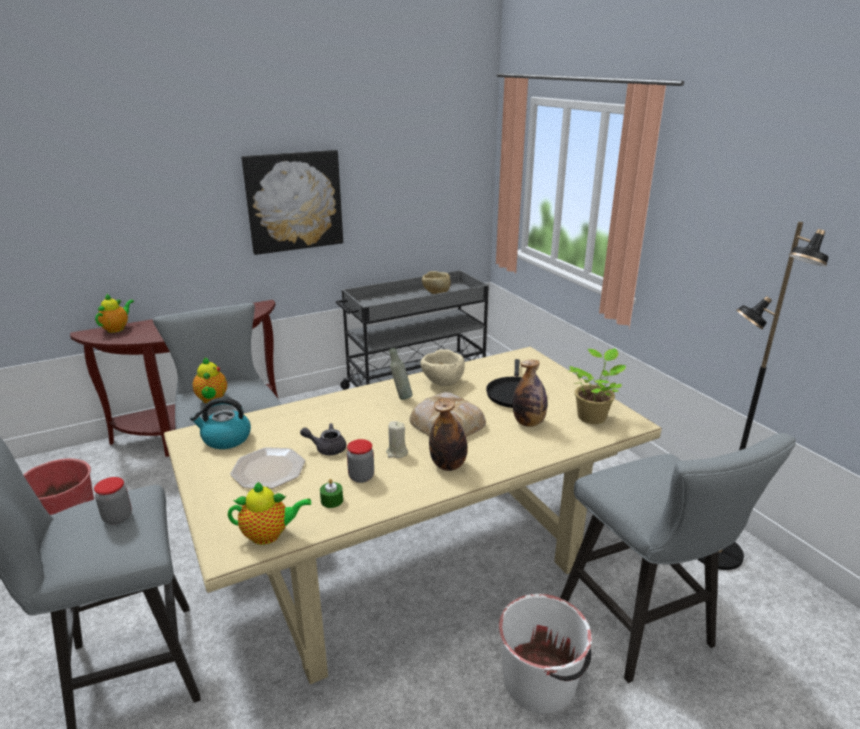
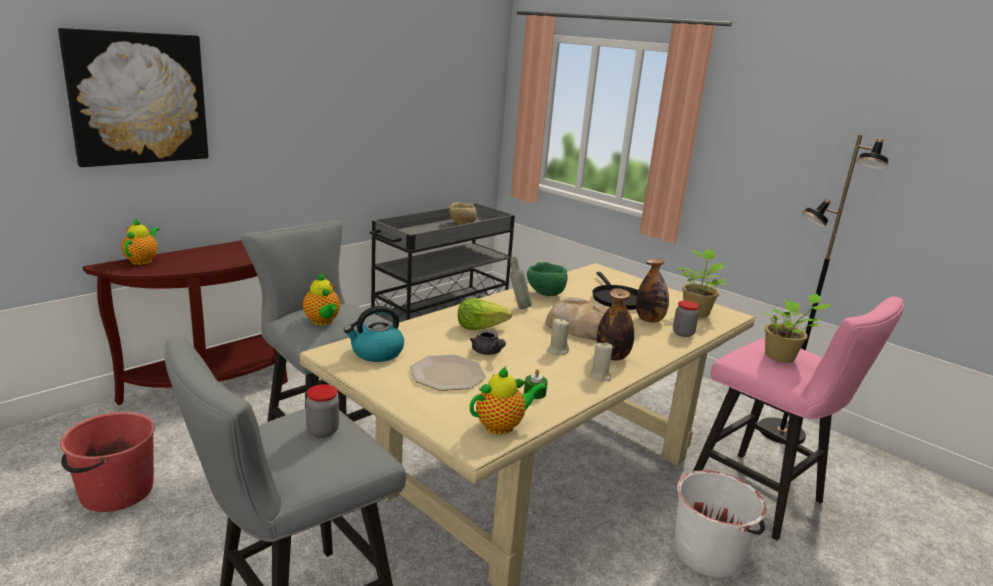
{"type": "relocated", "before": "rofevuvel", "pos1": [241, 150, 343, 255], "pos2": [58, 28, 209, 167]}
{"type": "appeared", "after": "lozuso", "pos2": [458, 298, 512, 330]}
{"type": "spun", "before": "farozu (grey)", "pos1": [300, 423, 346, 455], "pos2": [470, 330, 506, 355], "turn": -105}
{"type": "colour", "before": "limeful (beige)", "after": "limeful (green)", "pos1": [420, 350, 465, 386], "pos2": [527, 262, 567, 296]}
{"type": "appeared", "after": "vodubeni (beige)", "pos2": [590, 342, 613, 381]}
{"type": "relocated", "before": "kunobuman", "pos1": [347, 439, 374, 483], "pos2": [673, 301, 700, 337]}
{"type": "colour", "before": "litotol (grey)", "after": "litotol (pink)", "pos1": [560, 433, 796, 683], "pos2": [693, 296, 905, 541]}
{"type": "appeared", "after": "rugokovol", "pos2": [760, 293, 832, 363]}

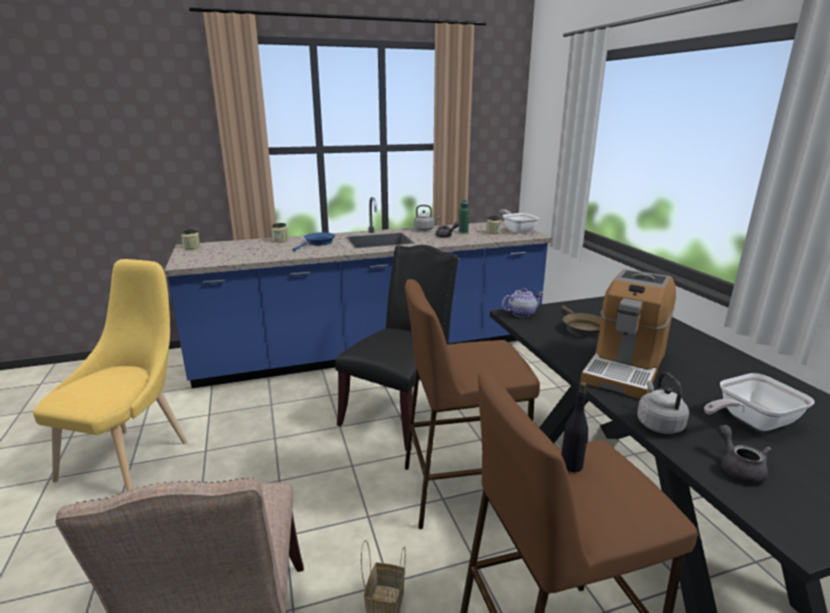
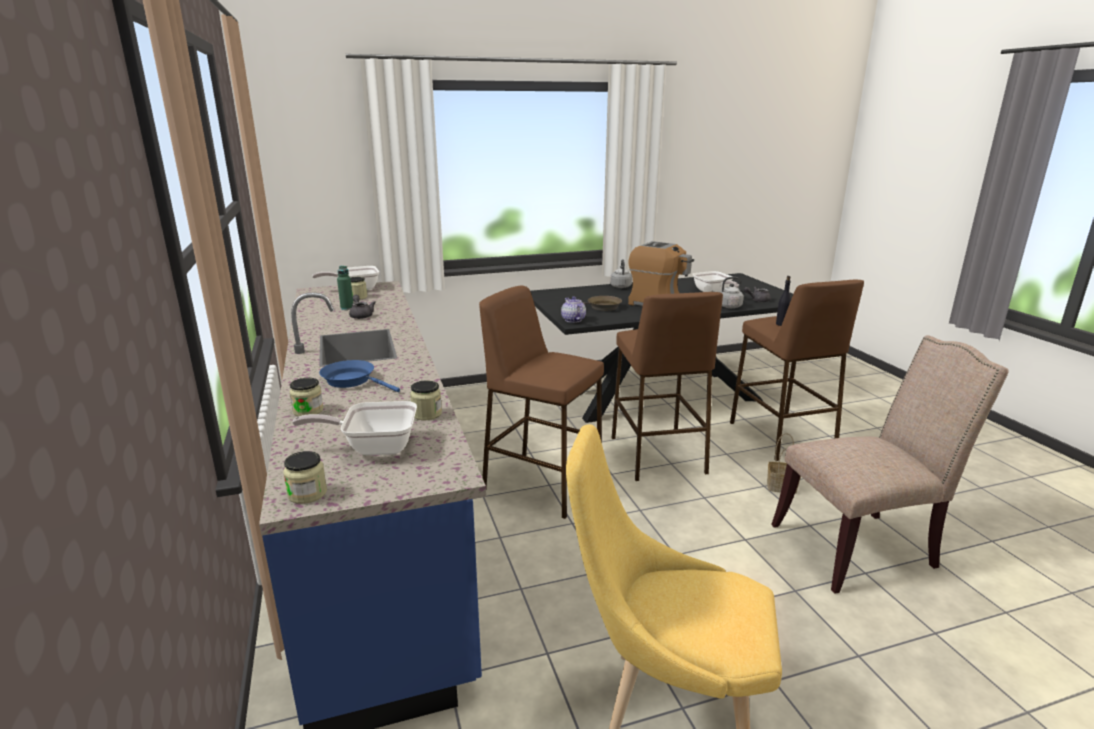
{"type": "appeared", "after": "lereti", "pos2": [292, 401, 417, 455]}
{"type": "appeared", "after": "kunobuman", "pos2": [410, 380, 442, 420]}
{"type": "exchanged", "before": "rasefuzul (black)", "after": "litotol (brown)", "pos1": [335, 245, 458, 451], "pos2": [479, 285, 604, 519]}
{"type": "relocated", "before": "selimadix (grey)", "pos1": [414, 205, 440, 231], "pos2": [610, 259, 632, 288]}

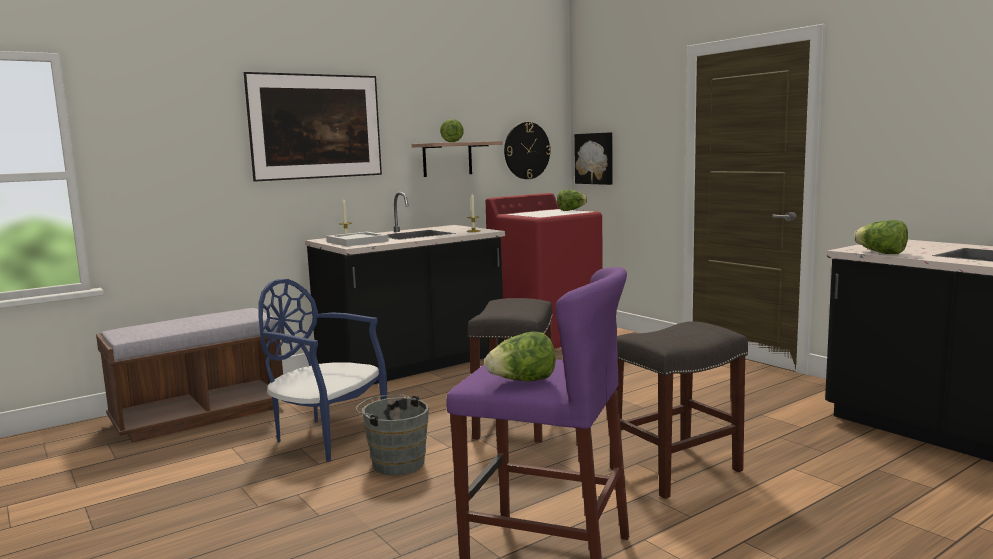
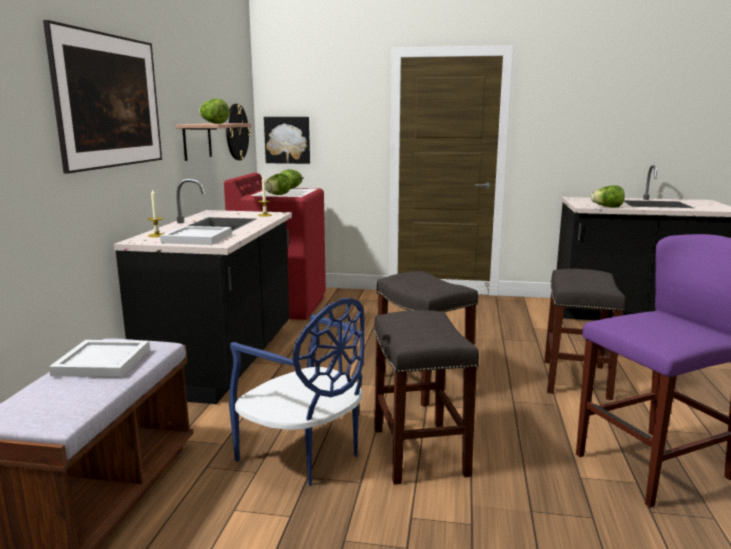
{"type": "appeared", "after": "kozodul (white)", "pos2": [49, 340, 150, 378]}
{"type": "spun", "before": "rasefuzul (blue)", "pos1": [258, 279, 387, 462], "pos2": [229, 298, 365, 486], "turn": -120}
{"type": "relocated", "before": "lozuso", "pos1": [485, 331, 556, 381], "pos2": [265, 174, 291, 195]}
{"type": "exchanged", "before": "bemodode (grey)", "after": "litotol (grey)", "pos1": [356, 395, 429, 476], "pos2": [374, 310, 479, 485]}

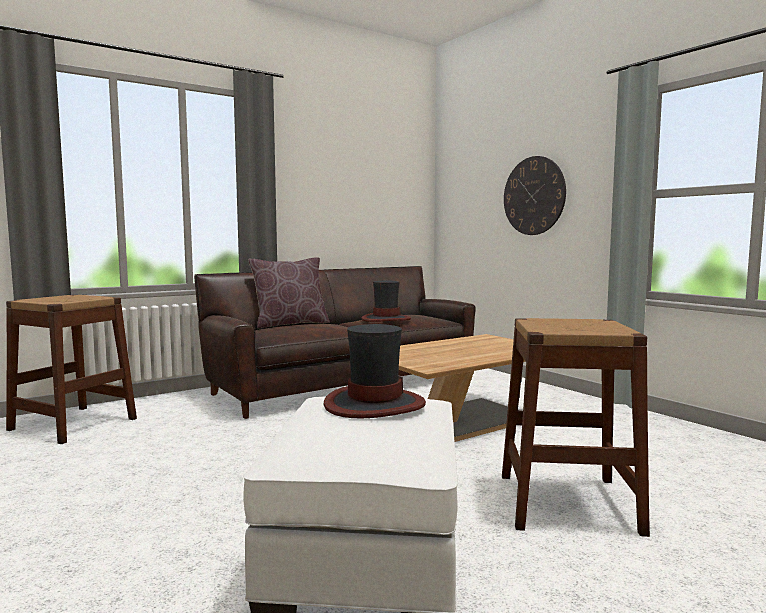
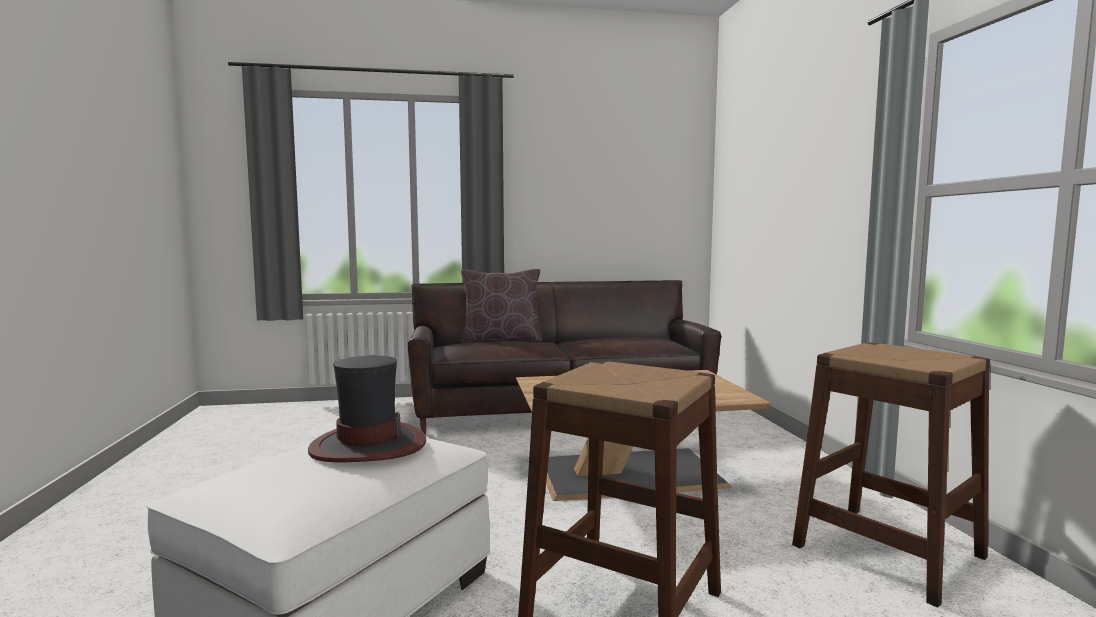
{"type": "relocated", "before": "litotol (brown)", "pos1": [6, 295, 137, 444], "pos2": [792, 342, 990, 607]}
{"type": "missing", "before": "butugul", "pos1": [361, 281, 411, 322]}
{"type": "missing", "before": "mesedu", "pos1": [504, 156, 566, 235]}

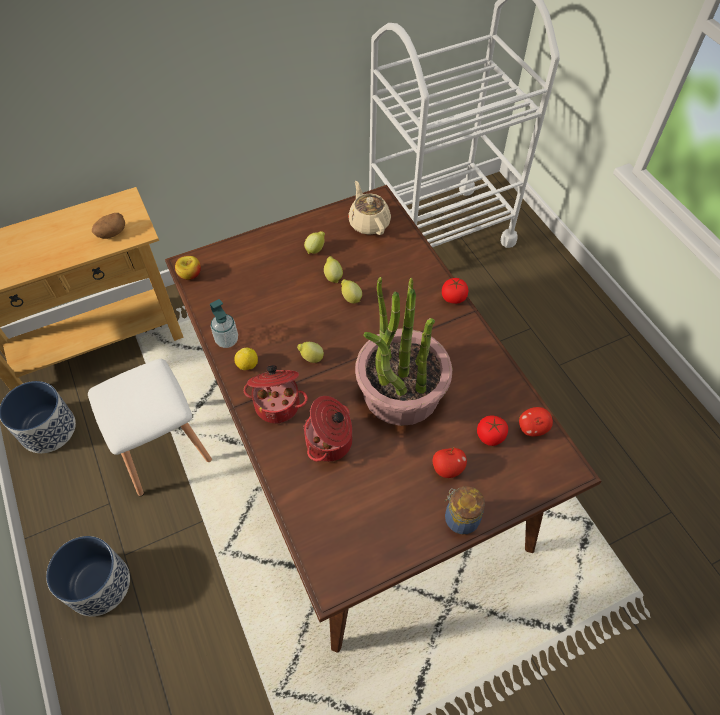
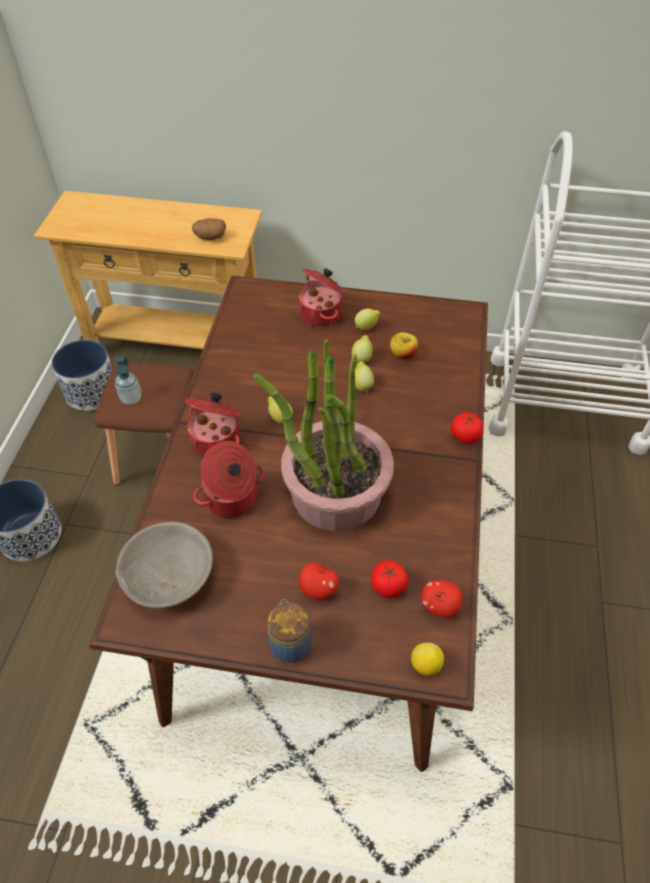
{"type": "colour", "before": "litotol (white)", "after": "litotol (brown)", "pos1": [88, 359, 212, 496], "pos2": [94, 363, 194, 485]}
{"type": "relocated", "before": "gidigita", "pos1": [210, 299, 238, 348], "pos2": [114, 357, 141, 405]}
{"type": "appeared", "after": "limeful (grey)", "pos2": [115, 522, 213, 609]}
{"type": "appeared", "after": "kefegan", "pos2": [298, 268, 345, 327]}
{"type": "relocated", "before": "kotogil", "pos1": [175, 256, 201, 280], "pos2": [390, 332, 418, 359]}
{"type": "relocated", "before": "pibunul", "pos1": [234, 348, 258, 370], "pos2": [411, 643, 444, 676]}
{"type": "missing", "before": "farozu (beige)", "pos1": [348, 181, 391, 235]}

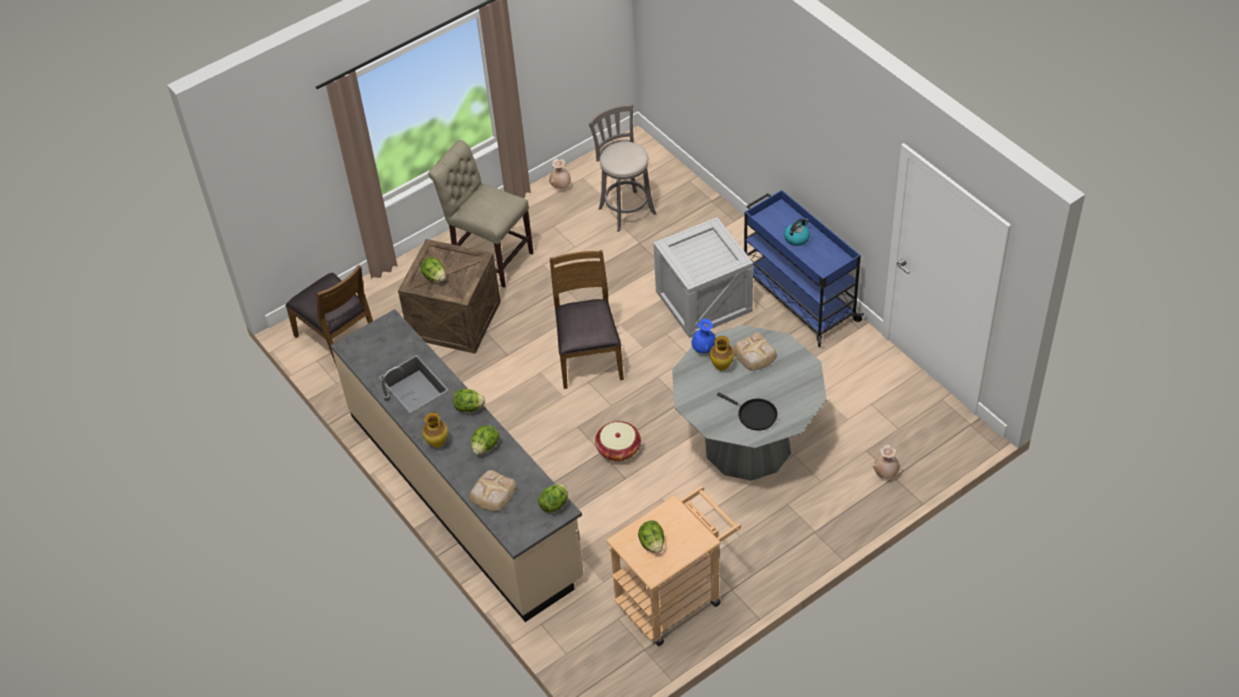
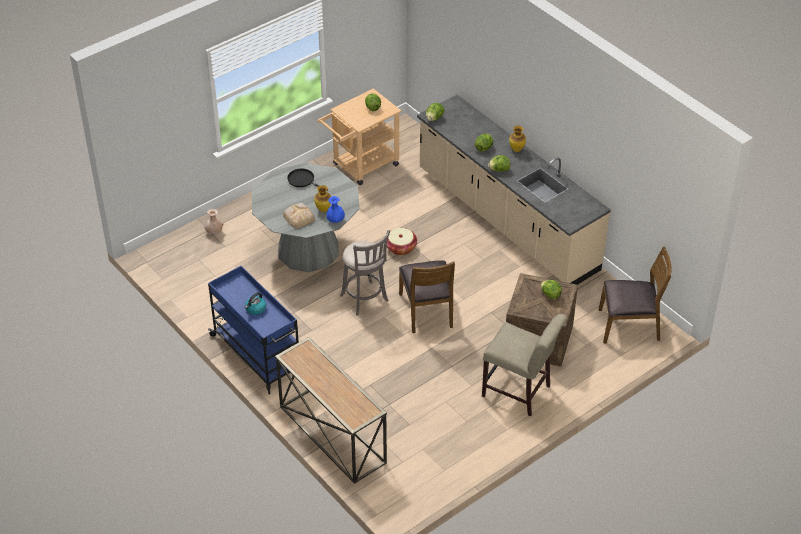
{"type": "appeared", "after": "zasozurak", "pos2": [275, 337, 387, 484]}
{"type": "relocated", "before": "litotol (grey)", "pos1": [589, 104, 656, 232], "pos2": [340, 230, 390, 315]}
{"type": "spun", "before": "rasefuzul (brown)", "pos1": [285, 265, 373, 367], "pos2": [599, 247, 671, 343], "turn": 135}
{"type": "missing", "before": "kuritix", "pos1": [469, 470, 517, 511]}
{"type": "missing", "before": "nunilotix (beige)", "pos1": [549, 158, 571, 189]}
{"type": "missing", "before": "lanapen", "pos1": [654, 217, 753, 338]}

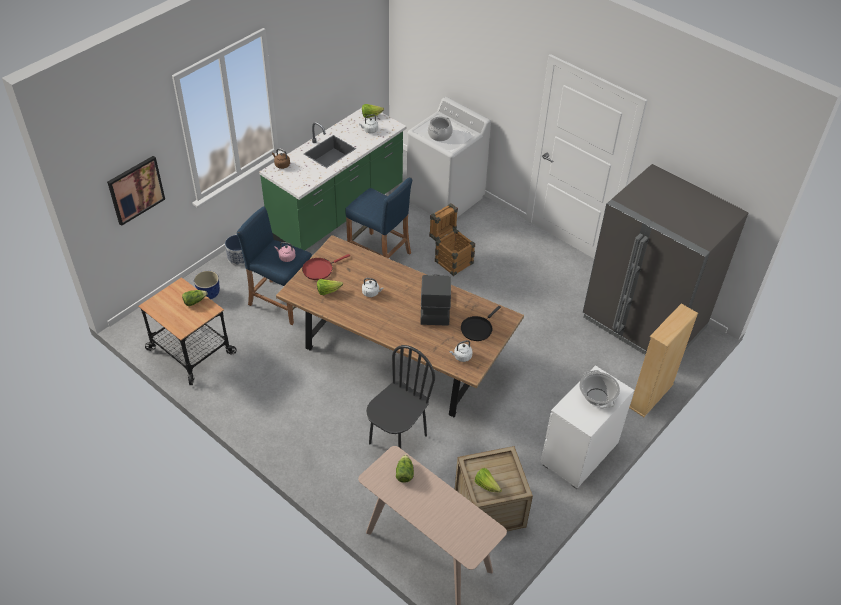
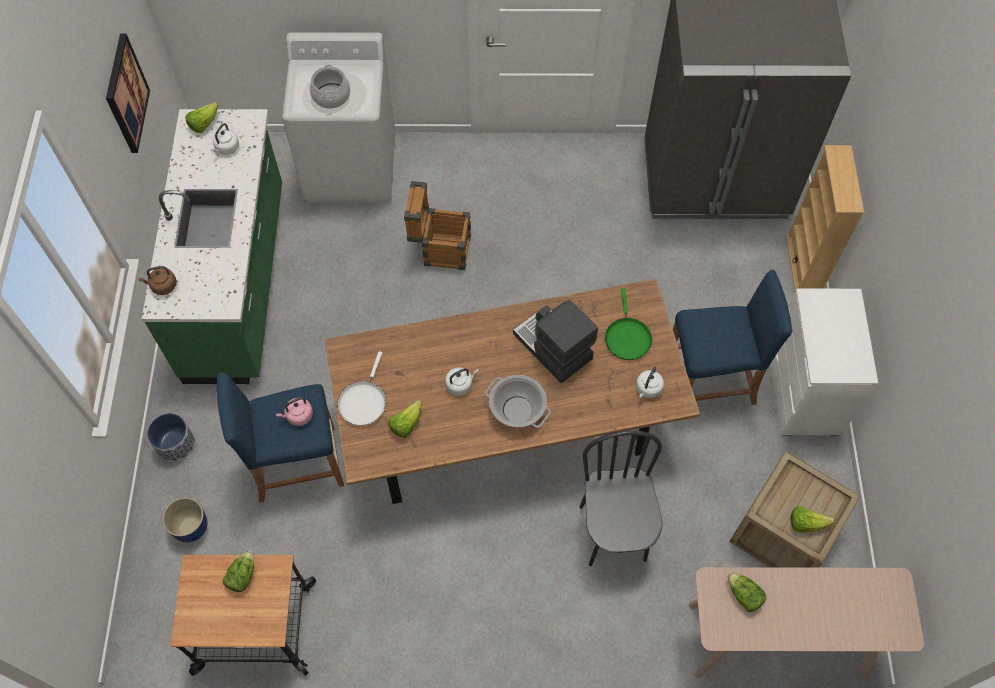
{"type": "relocated", "before": "rofevuvel", "pos1": [107, 156, 165, 226], "pos2": [106, 34, 150, 153]}
{"type": "colour", "before": "lereti (red)", "after": "lereti (white)", "pos1": [302, 254, 350, 280], "pos2": [337, 351, 386, 426]}
{"type": "relocated", "before": "kefegan", "pos1": [579, 370, 620, 409], "pos2": [485, 375, 551, 428]}
{"type": "colour", "before": "lereti (black)", "after": "lereti (green)", "pos1": [461, 306, 501, 341], "pos2": [605, 288, 652, 360]}
{"type": "relocated", "before": "litotol (blue)", "pos1": [346, 177, 412, 258], "pos2": [673, 270, 793, 405]}

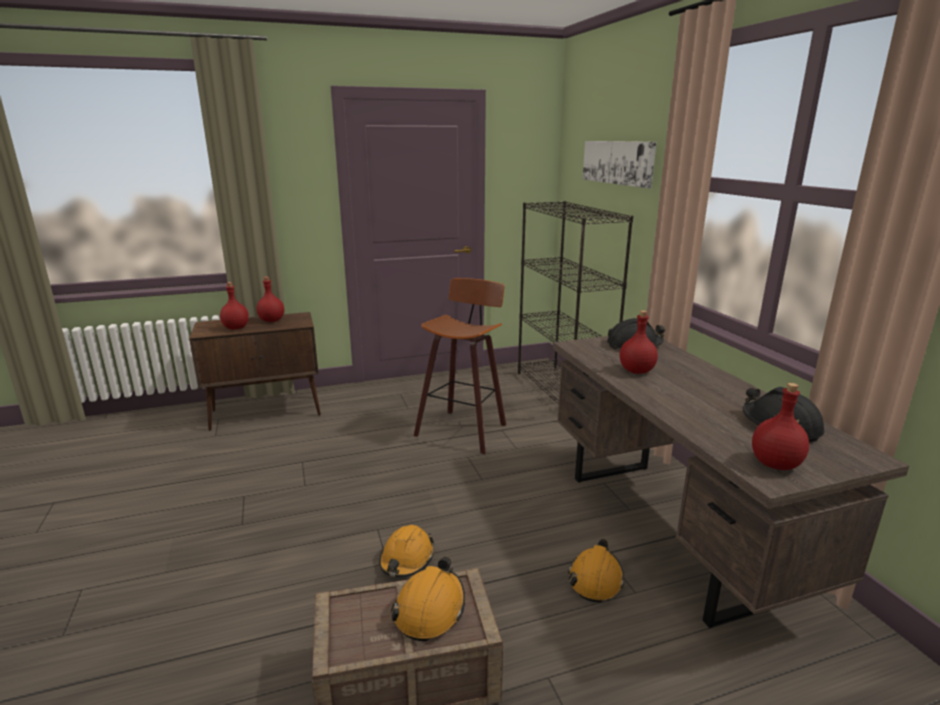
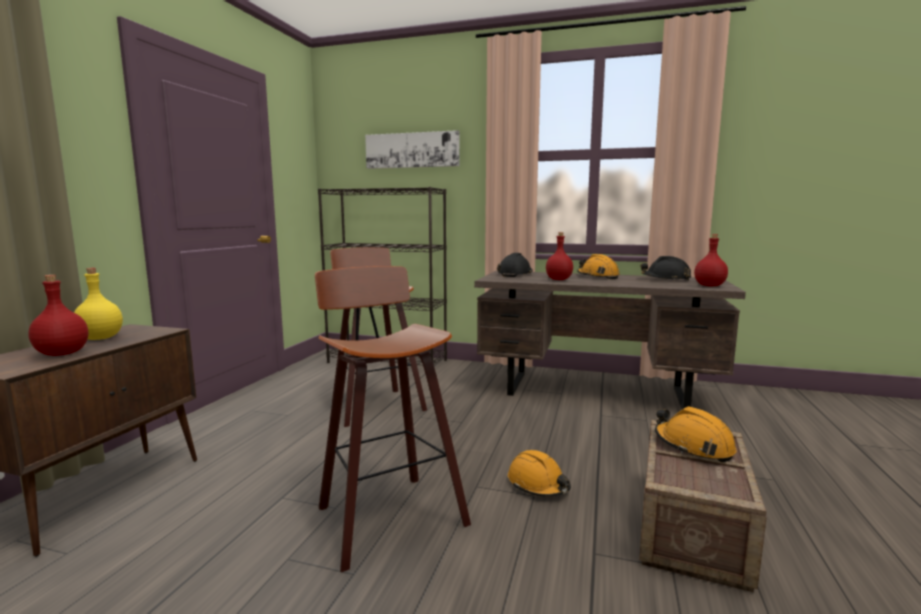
{"type": "colour", "before": "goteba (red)", "after": "goteba (yellow)", "pos1": [257, 277, 284, 322], "pos2": [74, 268, 123, 340]}
{"type": "appeared", "after": "litotol", "pos2": [315, 266, 471, 572]}
{"type": "relocated", "before": "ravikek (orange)", "pos1": [568, 539, 624, 602], "pos2": [577, 254, 620, 279]}

